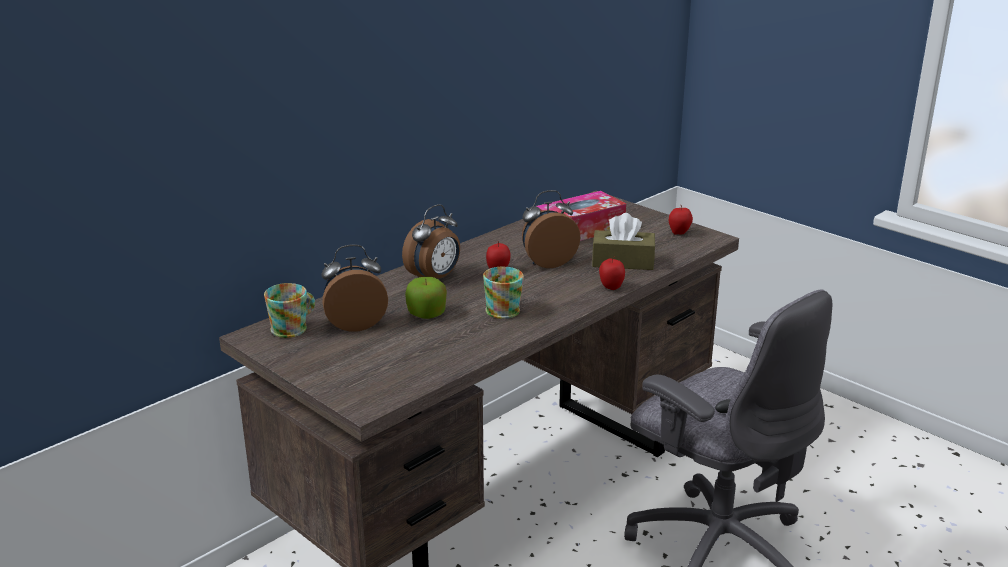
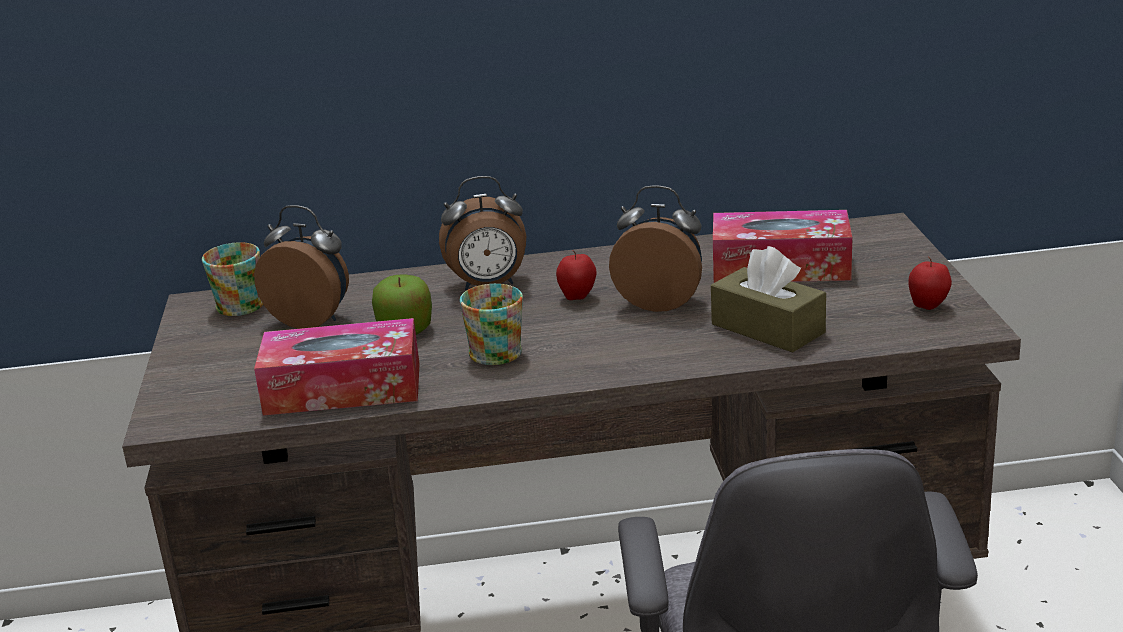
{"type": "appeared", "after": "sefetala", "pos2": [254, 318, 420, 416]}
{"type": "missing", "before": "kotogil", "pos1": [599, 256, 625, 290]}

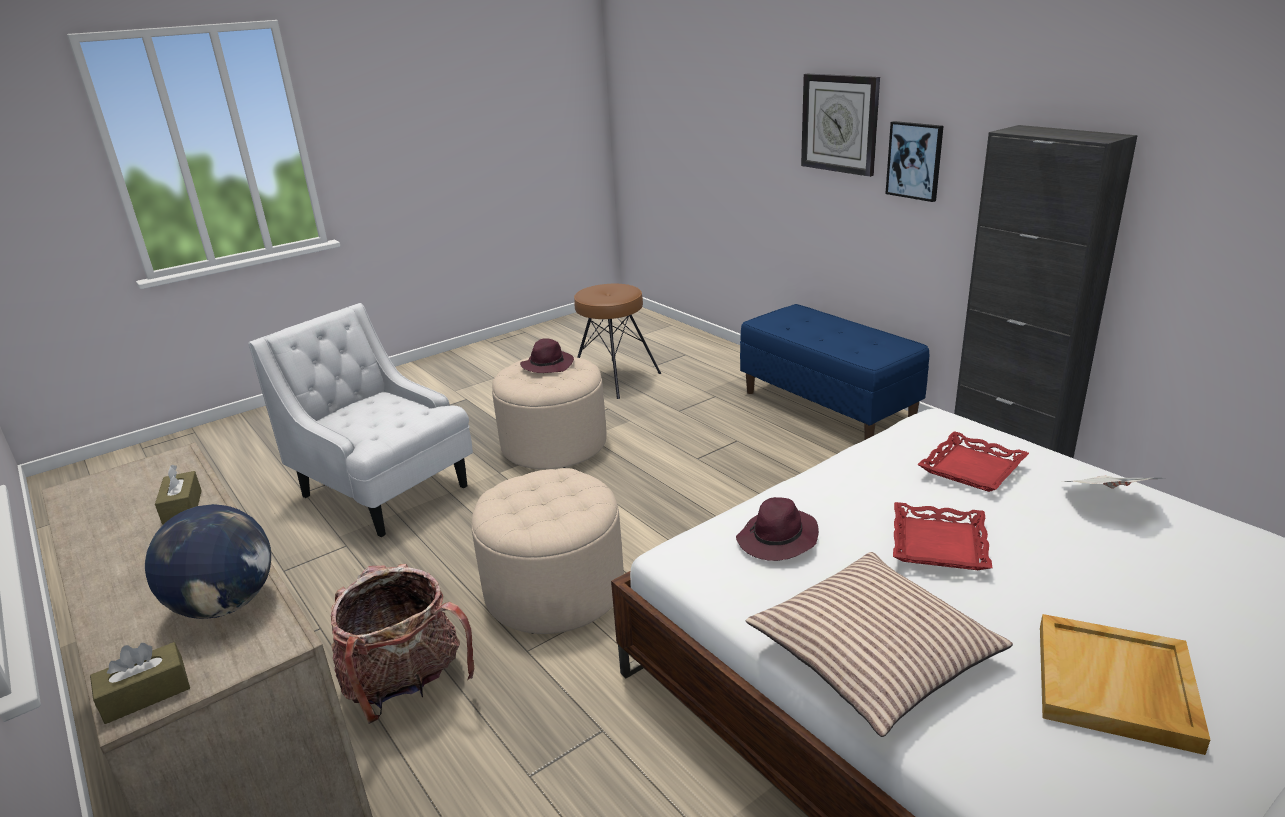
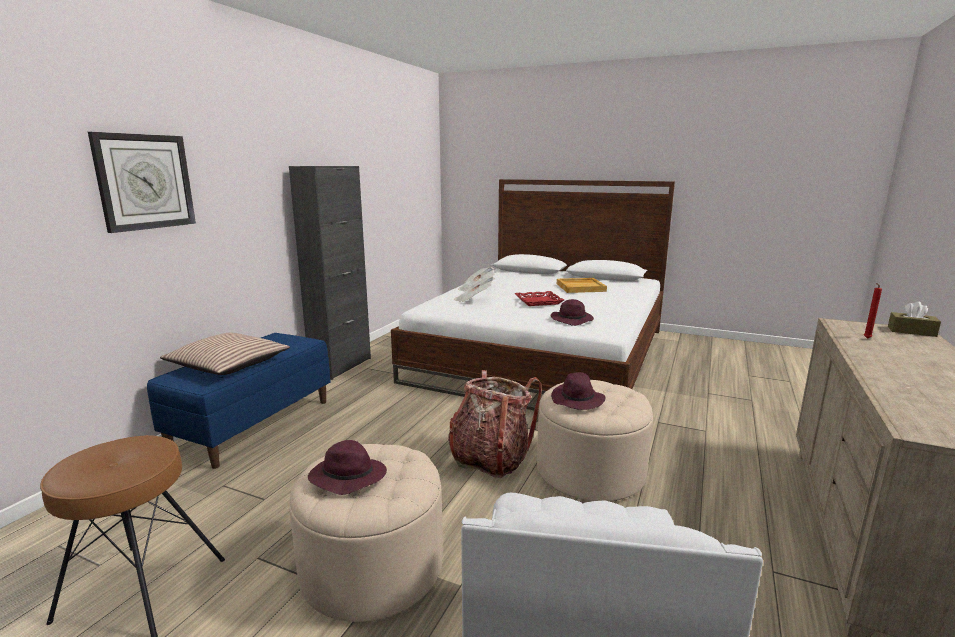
{"type": "relocated", "before": "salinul", "pos1": [746, 552, 1013, 737], "pos2": [160, 333, 290, 375]}
{"type": "relocated", "before": "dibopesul", "pos1": [331, 564, 474, 724], "pos2": [448, 370, 542, 478]}
{"type": "exchanged", "before": "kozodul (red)", "after": "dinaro", "pos1": [917, 431, 1029, 492], "pos2": [454, 277, 495, 302]}
{"type": "appeared", "after": "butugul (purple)", "pos2": [551, 372, 606, 410]}
{"type": "exchanged", "before": "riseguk", "after": "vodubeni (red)", "pos1": [145, 504, 271, 619], "pos2": [864, 283, 882, 339]}
{"type": "missing", "before": "sefetala (brown)", "pos1": [155, 465, 202, 525]}
{"type": "missing", "before": "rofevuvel", "pos1": [885, 121, 943, 202]}

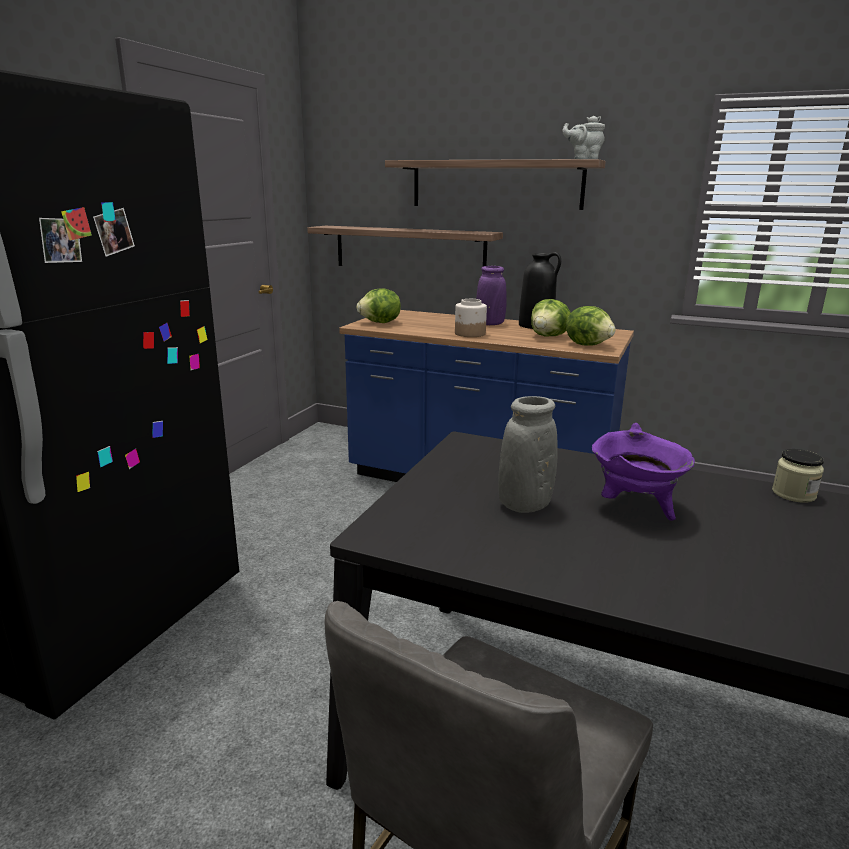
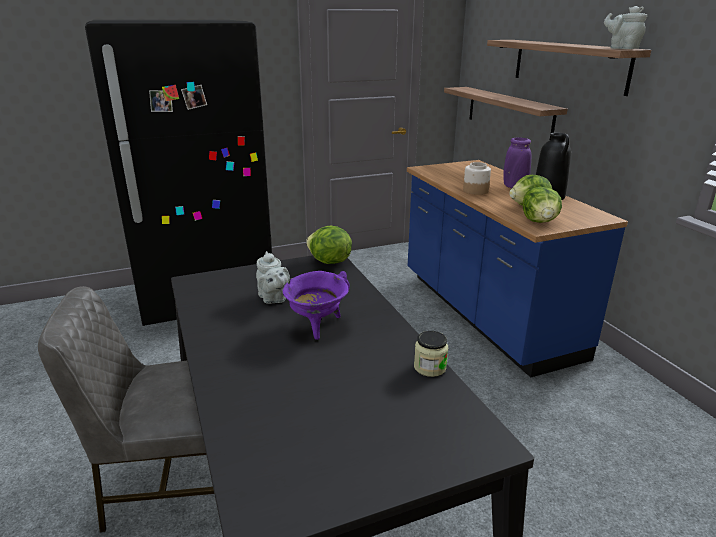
{"type": "exchanged", "before": "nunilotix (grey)", "after": "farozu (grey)", "pos1": [498, 396, 557, 513], "pos2": [256, 251, 290, 304]}
{"type": "relocated", "before": "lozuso", "pos1": [357, 288, 401, 323], "pos2": [306, 226, 352, 264]}

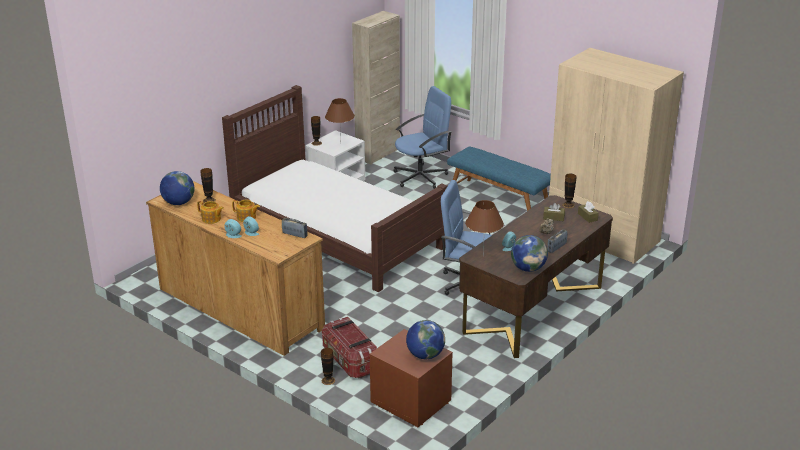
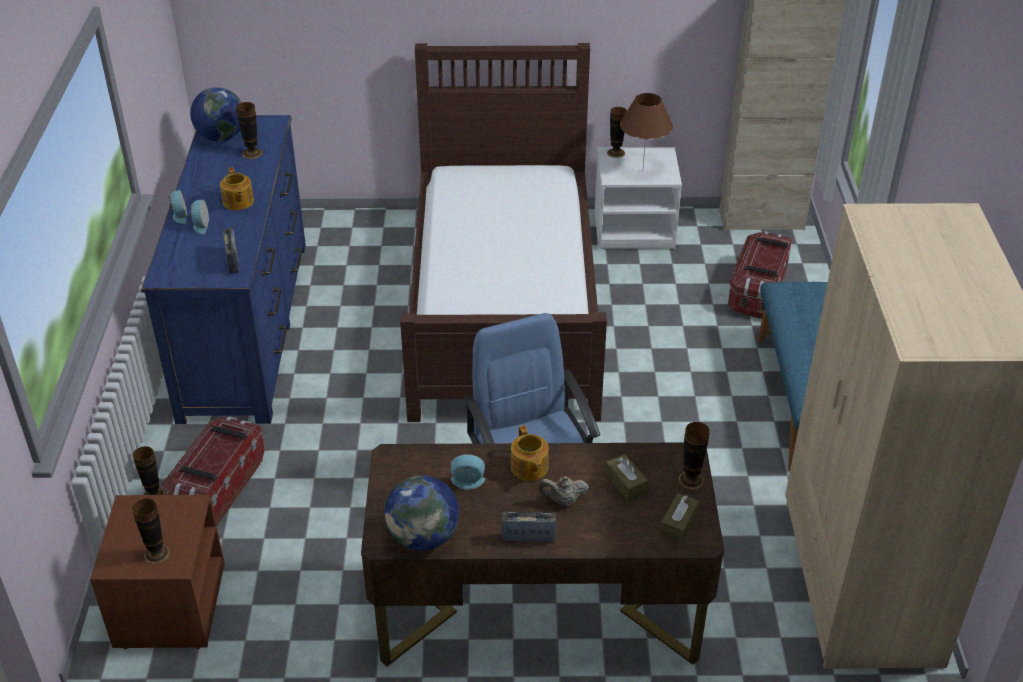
{"type": "exchanged", "before": "riseguk", "after": "nunilotix", "pos1": [406, 320, 445, 359], "pos2": [132, 498, 170, 564]}
{"type": "colour", "before": "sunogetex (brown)", "after": "sunogetex (blue)", "pos1": [146, 181, 325, 356], "pos2": [141, 115, 306, 424]}
{"type": "relocated", "before": "farozu", "pos1": [197, 201, 224, 224], "pos2": [511, 425, 549, 481]}
{"type": "exchanged", "before": "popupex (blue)", "after": "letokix", "pos1": [394, 86, 452, 189], "pos2": [728, 231, 792, 319]}
{"type": "missing", "before": "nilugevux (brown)", "pos1": [465, 200, 504, 253]}

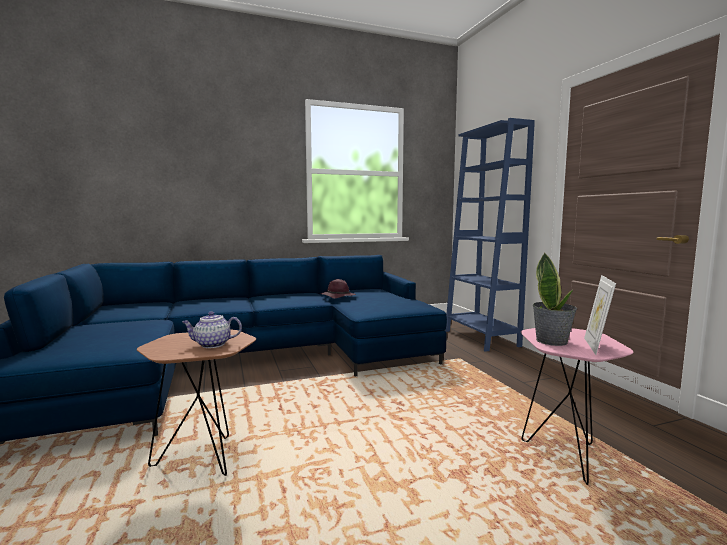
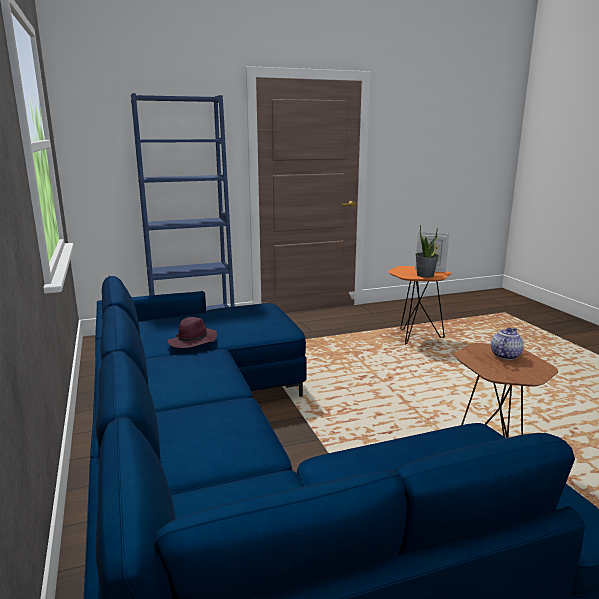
{"type": "colour", "before": "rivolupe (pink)", "after": "rivolupe (orange)", "pos1": [521, 328, 633, 485], "pos2": [388, 266, 452, 344]}
{"type": "spun", "before": "farozu", "pos1": [182, 311, 242, 348], "pos2": [491, 328, 524, 360], "turn": -135}

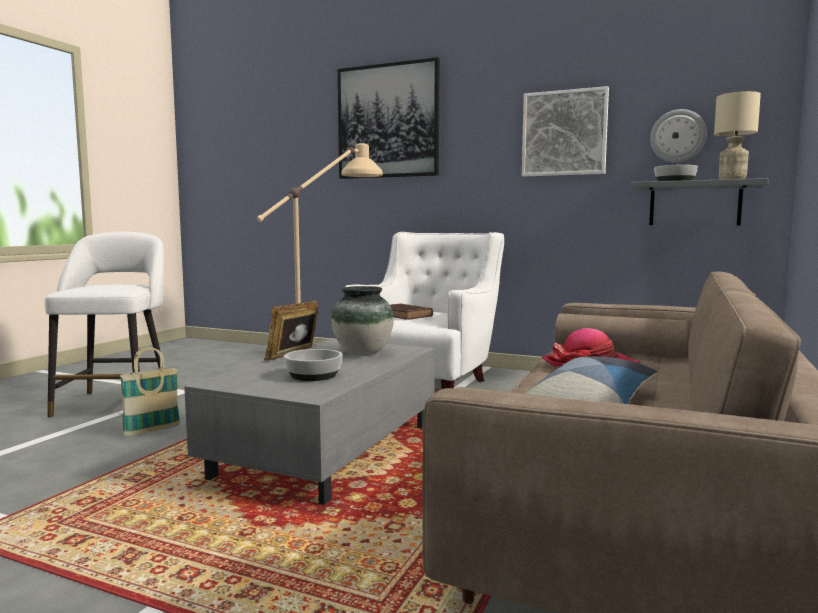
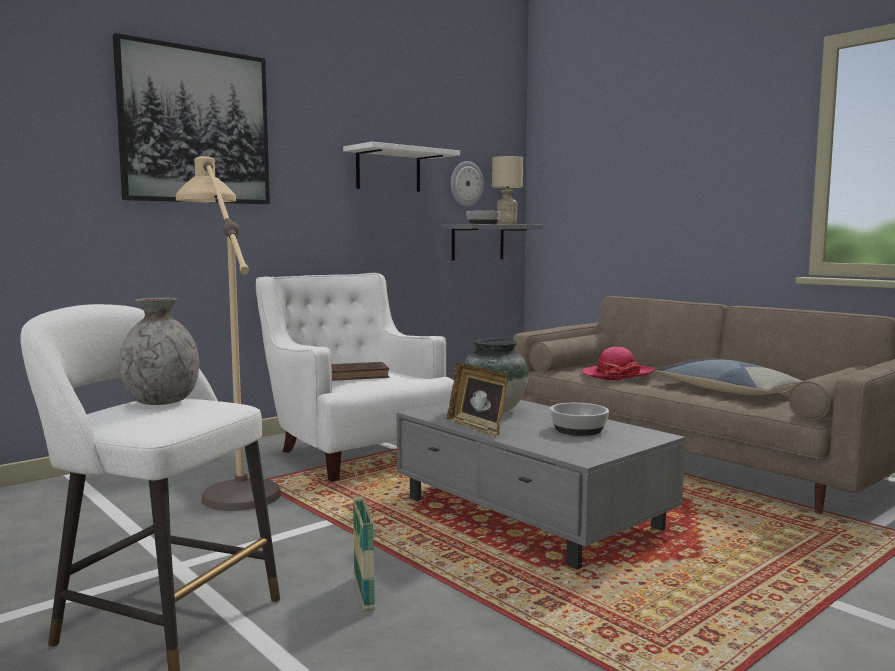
{"type": "appeared", "after": "nunilotix (grey)", "pos2": [119, 298, 199, 405]}
{"type": "exchanged", "before": "rofevuvel", "after": "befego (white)", "pos1": [522, 86, 609, 177], "pos2": [343, 142, 460, 192]}

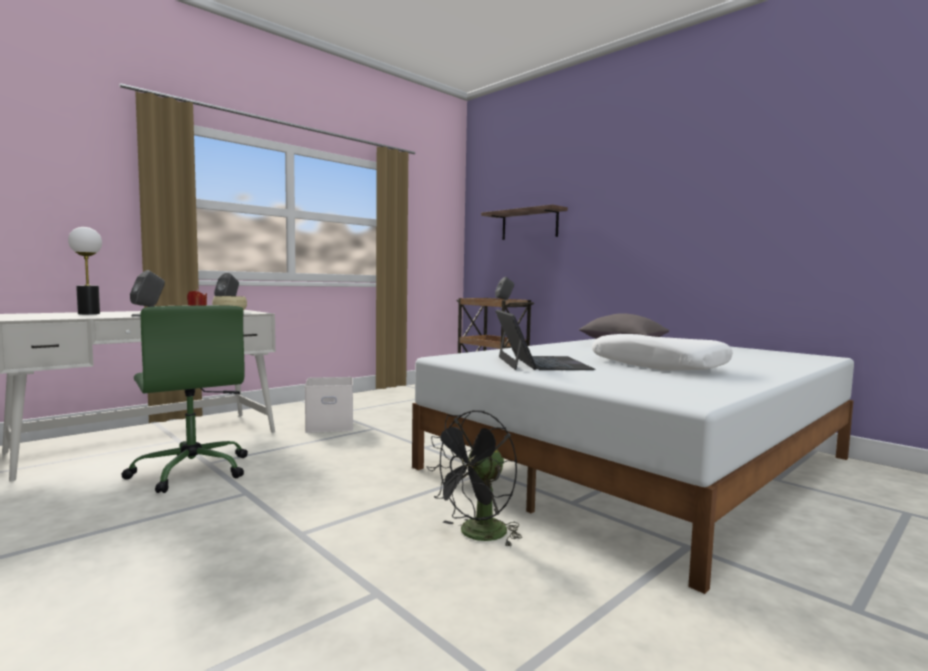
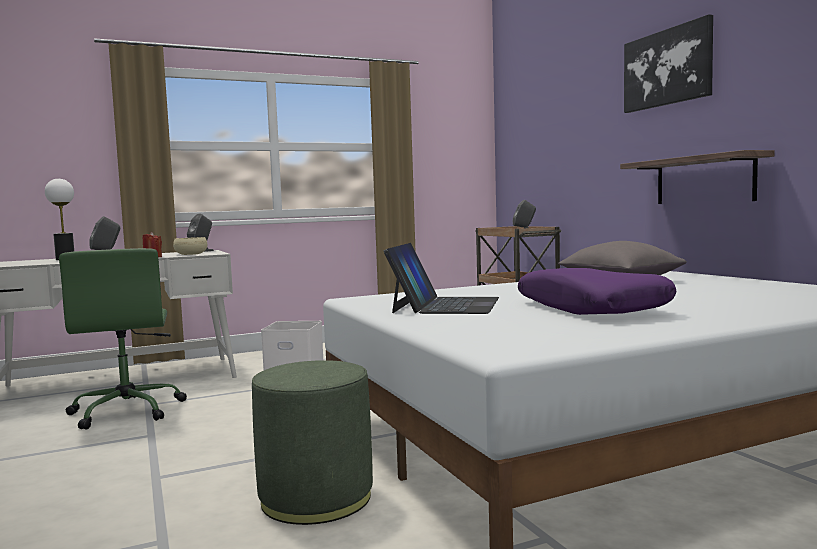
{"type": "exchanged", "before": "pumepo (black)", "after": "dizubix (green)", "pos1": [427, 410, 522, 548], "pos2": [252, 360, 373, 525]}
{"type": "colour", "before": "salinul (white)", "after": "salinul (purple)", "pos1": [592, 334, 733, 371], "pos2": [518, 268, 676, 315]}
{"type": "relocated", "before": "befego", "pos1": [481, 204, 568, 240], "pos2": [620, 150, 775, 204]}
{"type": "appeared", "after": "rofevuvel", "pos2": [624, 15, 713, 113]}

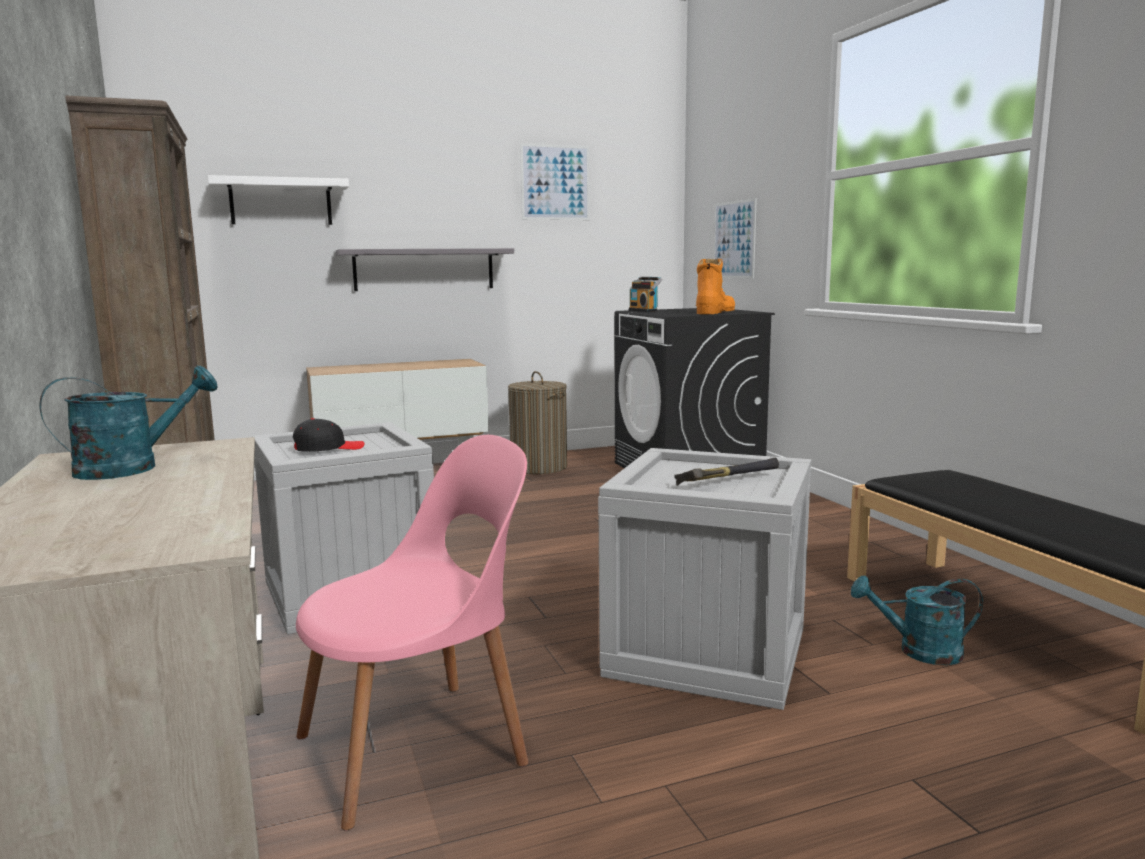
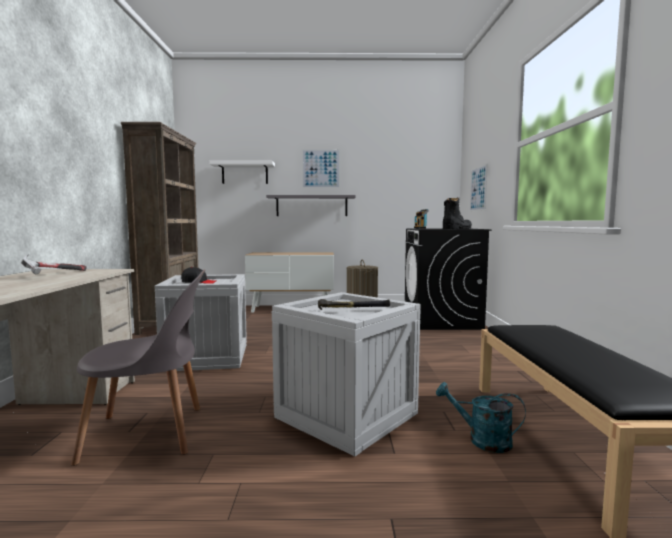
{"type": "exchanged", "before": "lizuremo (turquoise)", "after": "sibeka", "pos1": [39, 365, 218, 480], "pos2": [21, 254, 87, 274]}
{"type": "colour", "before": "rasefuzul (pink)", "after": "rasefuzul (grey)", "pos1": [296, 435, 529, 830], "pos2": [71, 270, 205, 466]}
{"type": "relocated", "before": "rofevuvel", "pos1": [520, 143, 590, 220], "pos2": [302, 149, 340, 188]}
{"type": "colour", "before": "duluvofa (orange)", "after": "duluvofa (black)", "pos1": [696, 258, 735, 314], "pos2": [443, 198, 472, 229]}

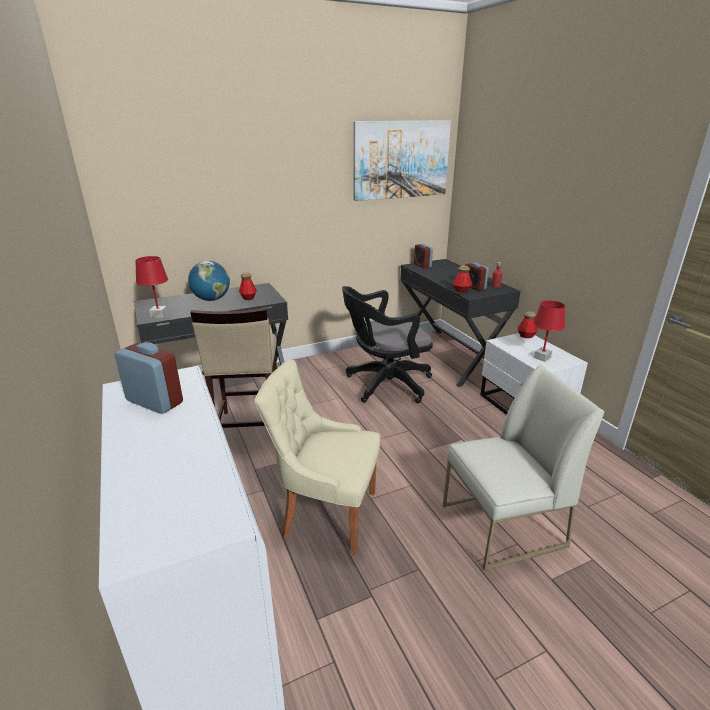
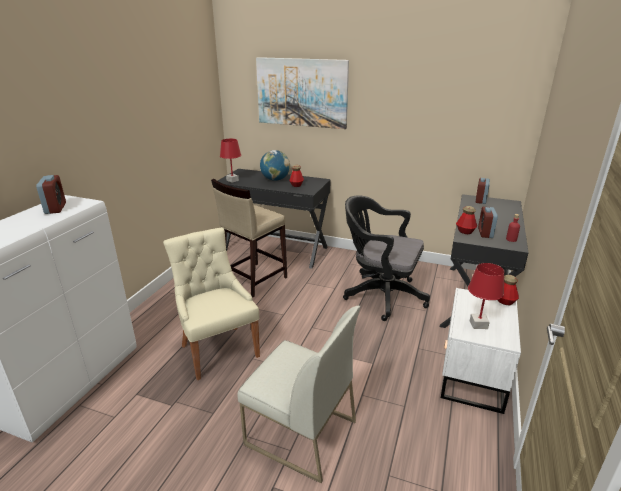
{"type": "relocated", "before": "rofevuvel", "pos1": [353, 120, 451, 201], "pos2": [256, 57, 349, 129]}

